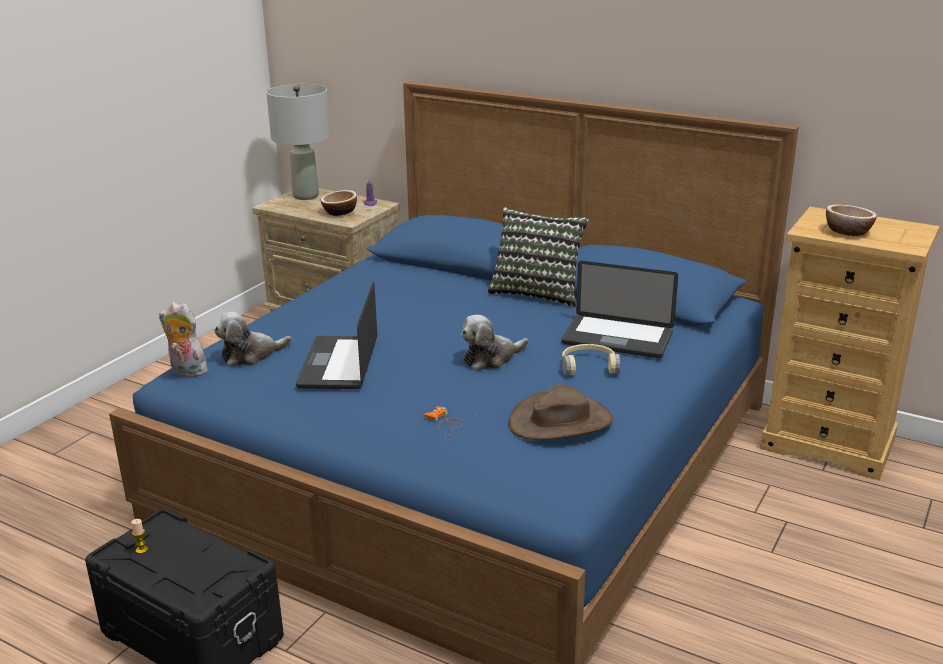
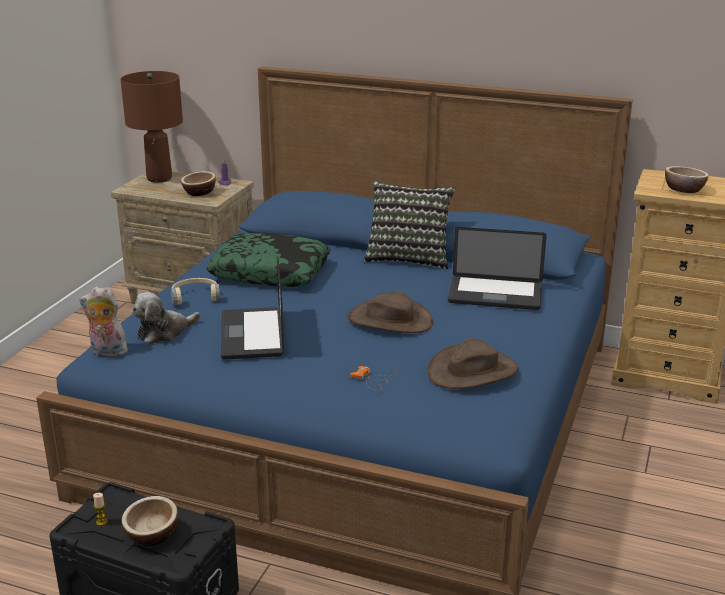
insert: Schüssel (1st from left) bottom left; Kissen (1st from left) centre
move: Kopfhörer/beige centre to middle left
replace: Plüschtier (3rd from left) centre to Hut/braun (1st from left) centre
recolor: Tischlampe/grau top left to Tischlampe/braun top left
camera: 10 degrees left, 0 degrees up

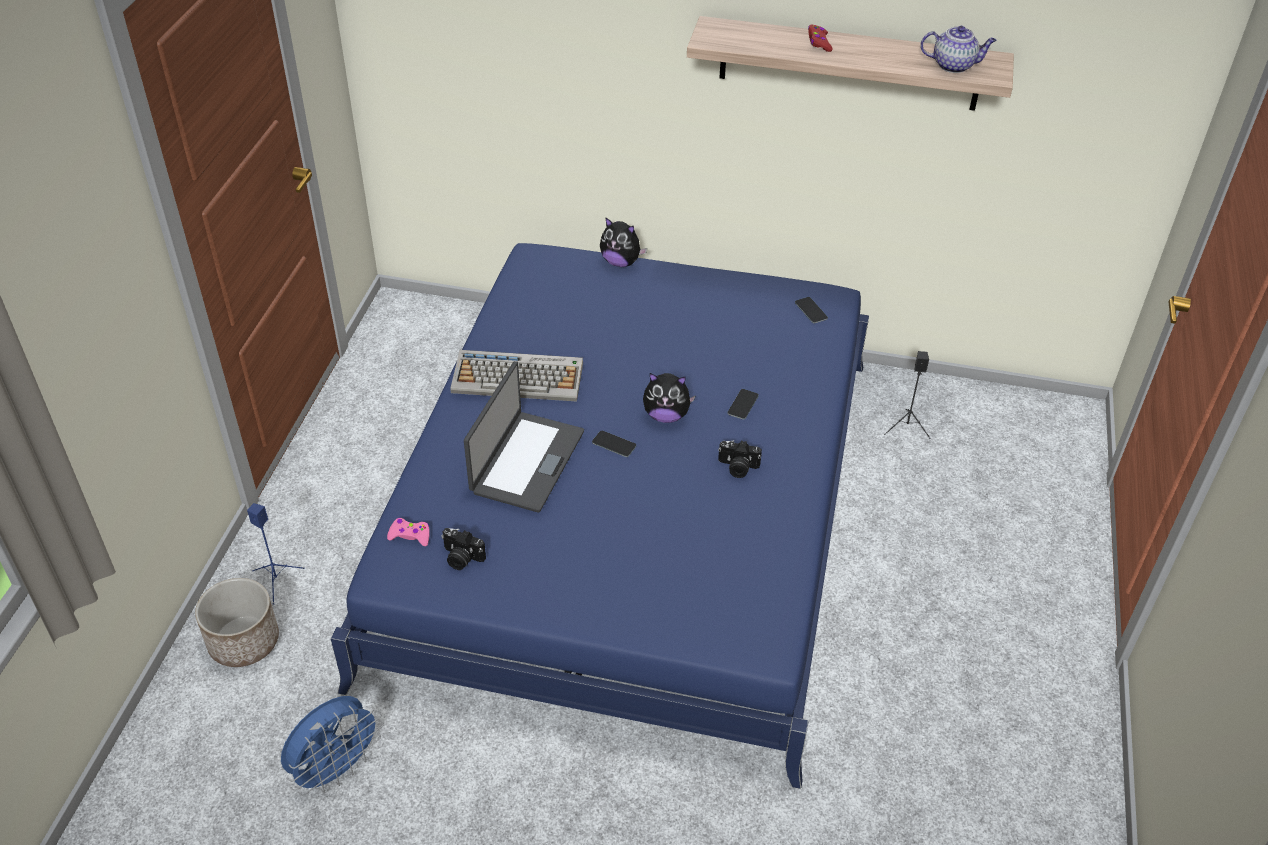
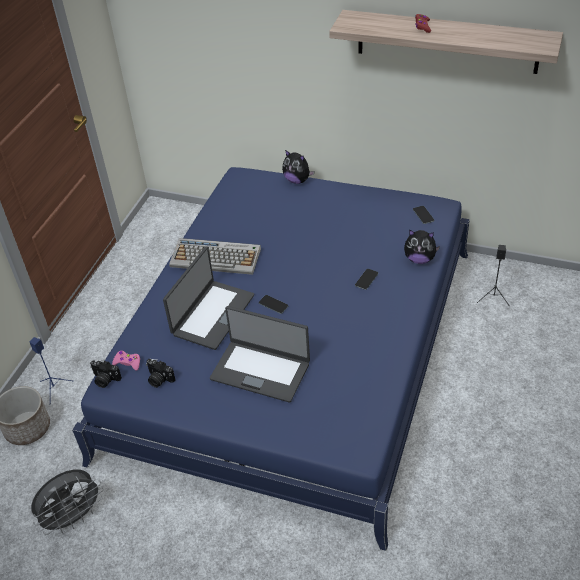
delete: Teekanne top right
insert: Laptop (2nd from left) centre
move: Kamera (2nd from left in the first image) centre to Kamera (1st from left) middle left; Plüschtier (2nd from left) centre to middle right
recolor: Ventilator/blau bottom left to Ventilator/grau bottom left
camera: 10 degrees right, 0 degrees up

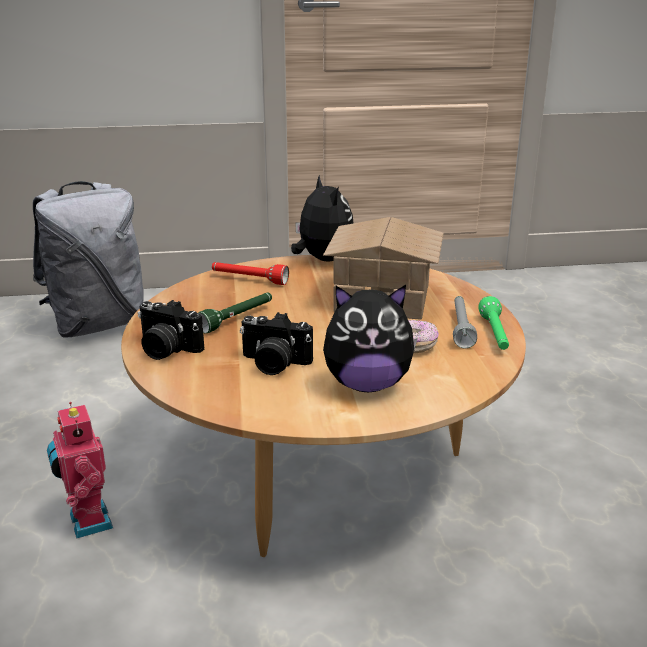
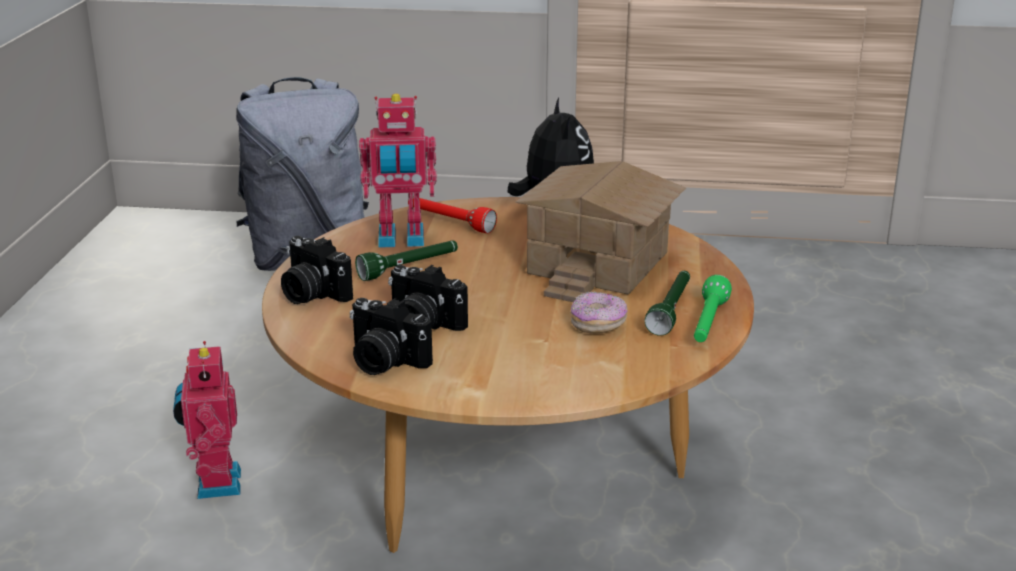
delete: Plüschtier (2nd from left) centre
insert: Kamera (2nd from left) centre; Spielzeugroboter (2nd from left) top centre
recolor: Taschenlampe/grau middle right to Taschenlampe/grün (2nd from left) centre
camera: 15 degrees right, 0 degrees up

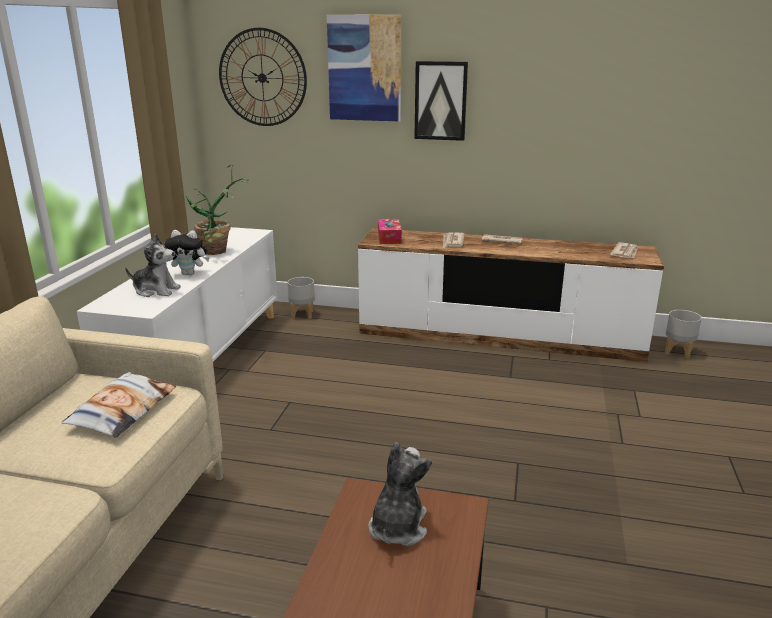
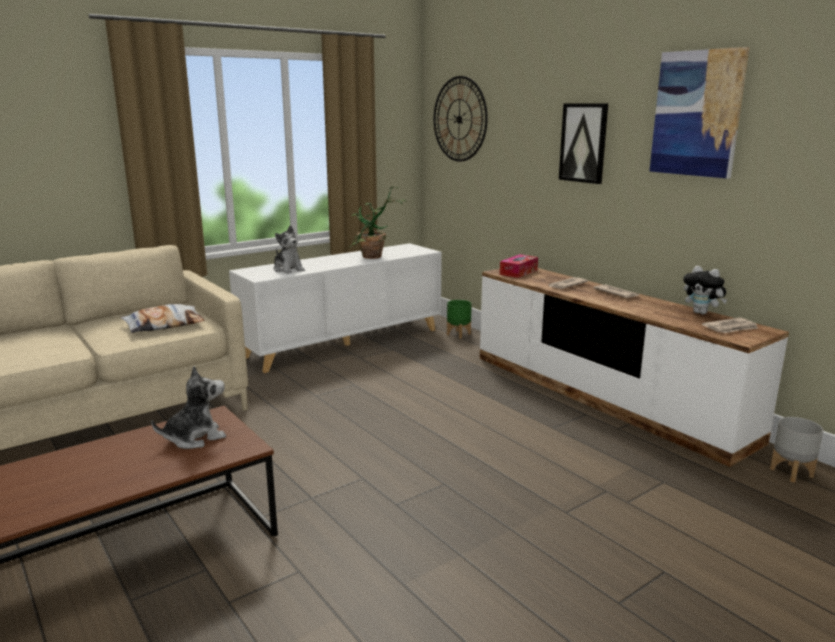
move: Bild (1st from left in the first image) top centre to Bild (2nd from left) top right; Plüschtier (2nd from left in the first image) middle left to Plüschtier (3rd from left) middle right
recolor: Pflanzkübel/grau (1st from left) centre to Pflanzkübel/grün centre
camera: 40 degrees right, 5 degrees down

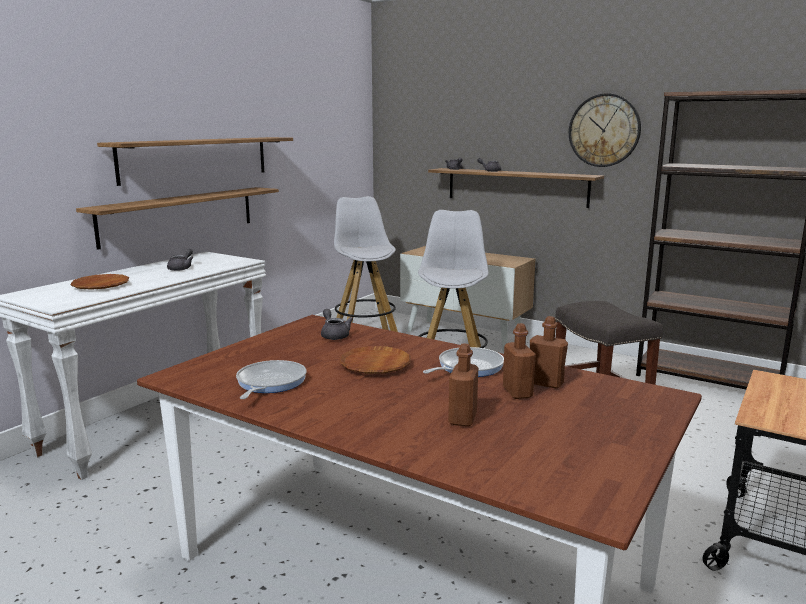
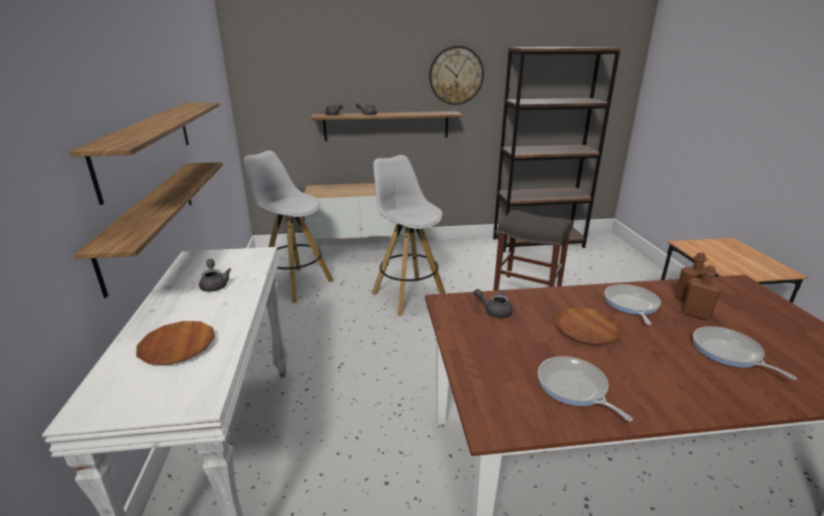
replace: Flasche/braun (1st from left) centre to Pfanne (3rd from left) bottom right
camera: 40 degrees left, 10 degrees up

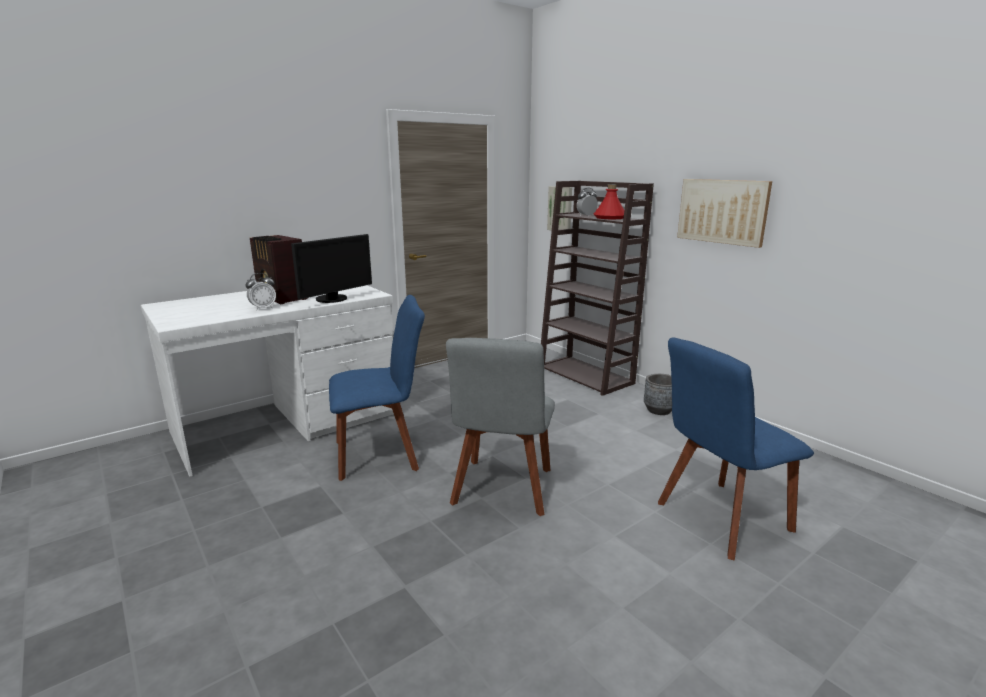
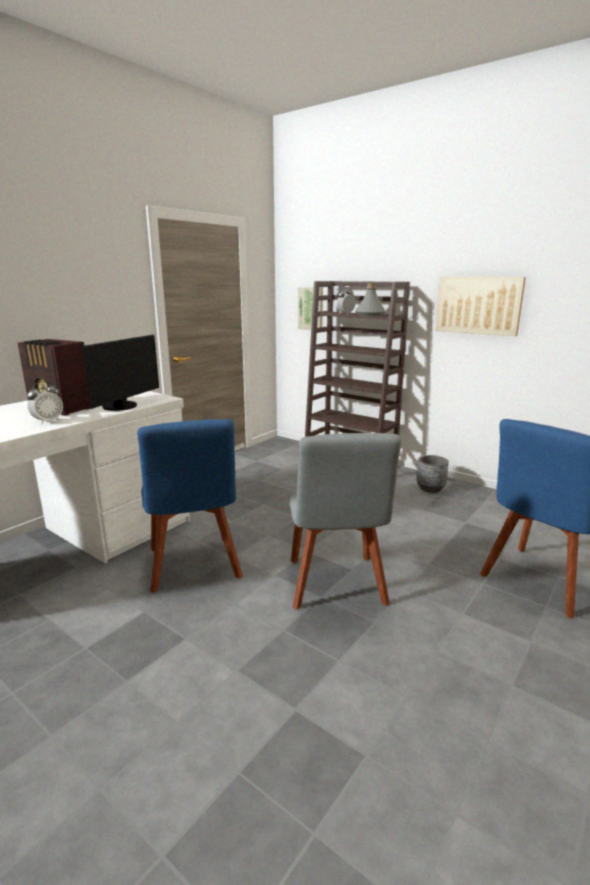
recolor: Flasche/rot top centre to Flasche/grau centre
rotate: Stuhl/blau (1st from left) centre = middle left 105 degrees clockwise
camera: 15 degrees left, 0 degrees up

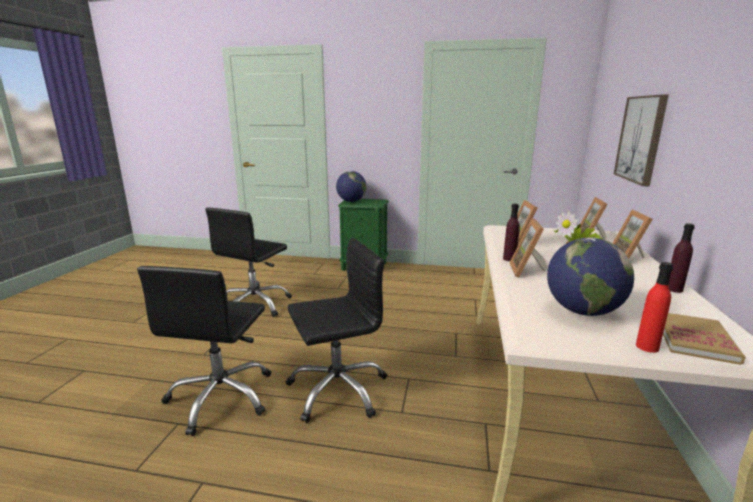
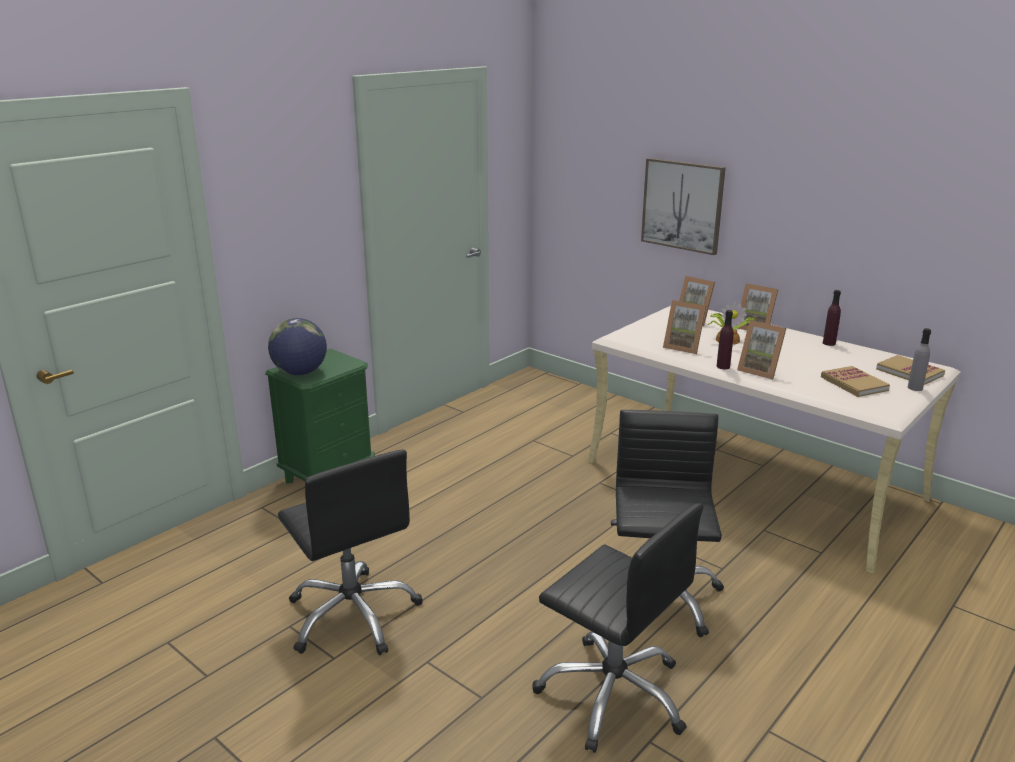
replace: Globus (2nd from left) middle right to Buch (1st from left) middle right
recolor: Flasche/rot middle right to Flasche/grau middle right
camera: 60 degrees left, 5 degrees up

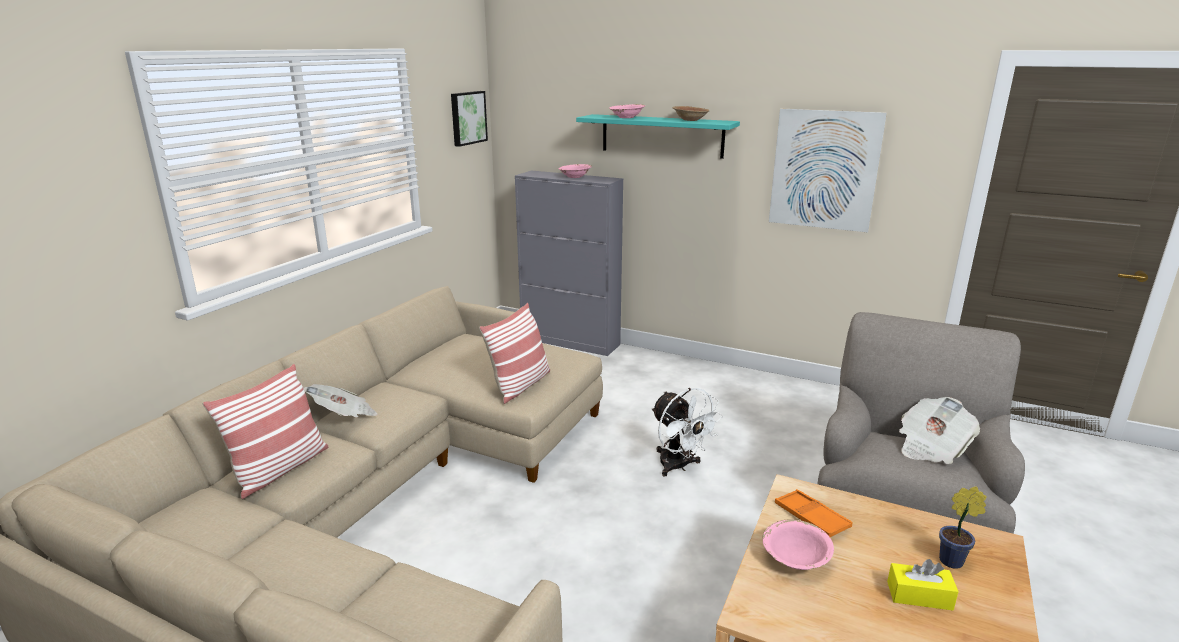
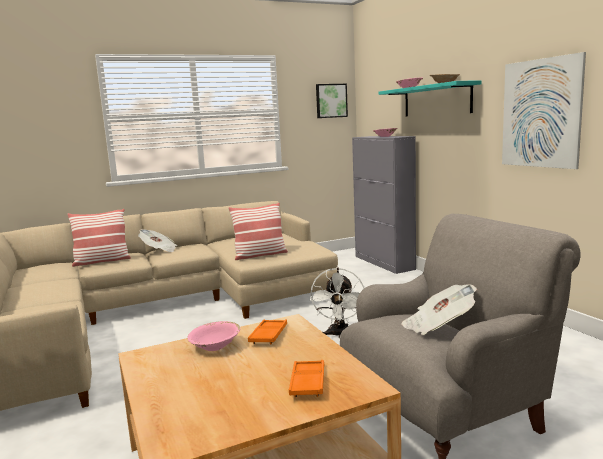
delete: Taschentuchbox/gelb bottom right
replace: Topfpflanze bottom right to Tablett/orange (2nd from left) bottom centre
camera: 40 degrees right, 10 degrees down

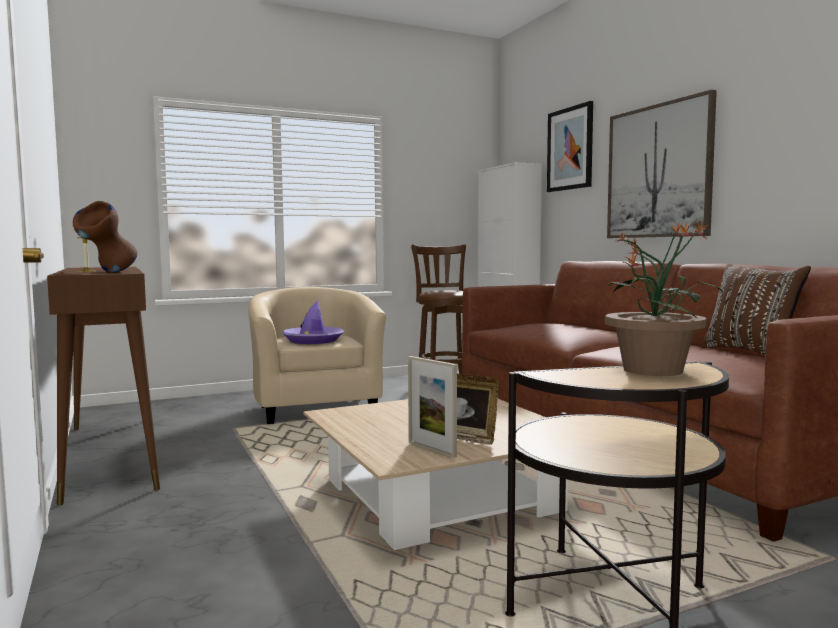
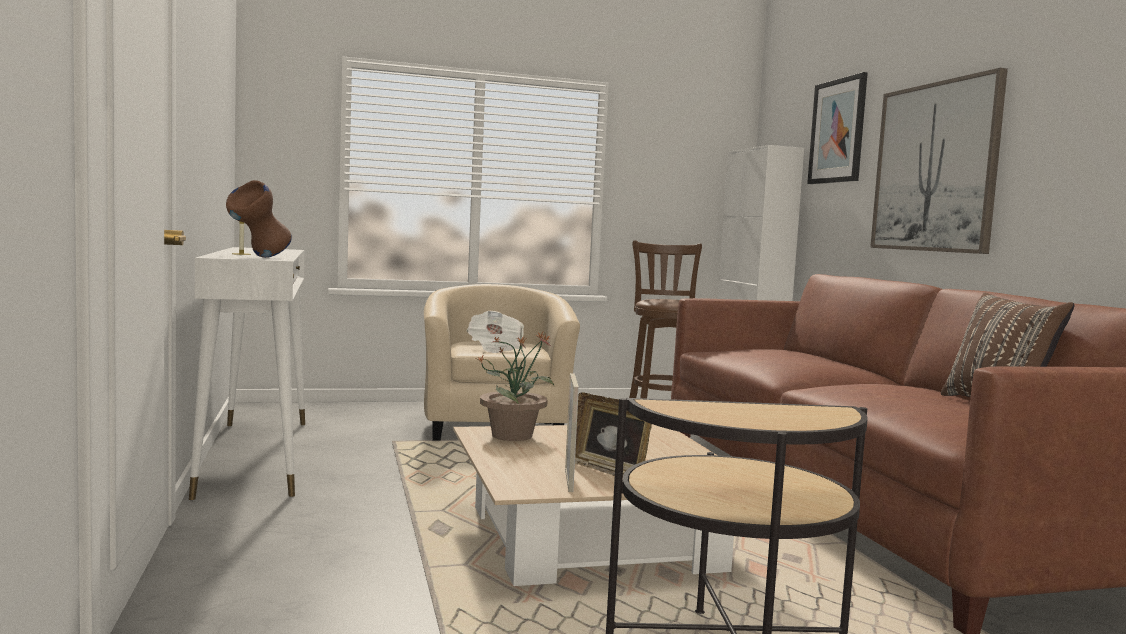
move: Topfpflanze middle right to centre
replace: Hut/lila centre to Zeitung centre
recolor: Konsolentisch/braun middle left to Konsolentisch/weiß middle left
rotate: Bilderrahmen (1st from left) centre = bottom centre 150 degrees counterclockwise
camera: 10 degrees right, 0 degrees up

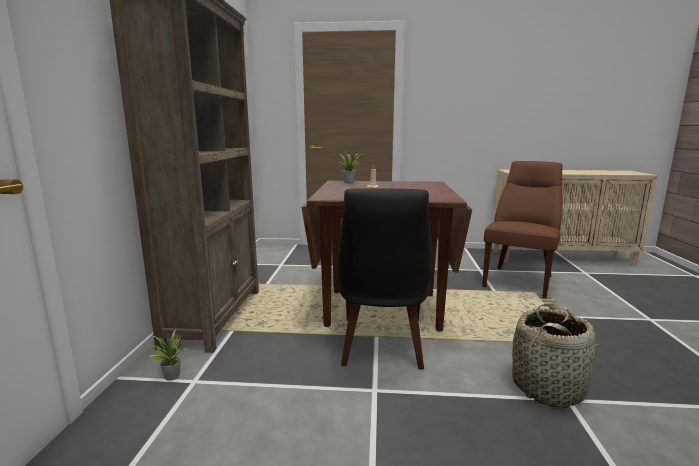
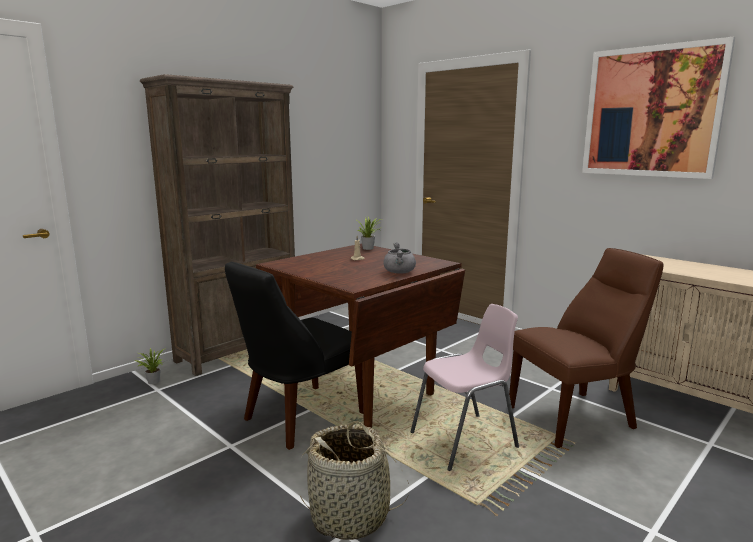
insert: Kochtopf/grau centre; Stuhl/rosa bottom centre; Bild top right
camera: 40 degrees right, 0 degrees up

